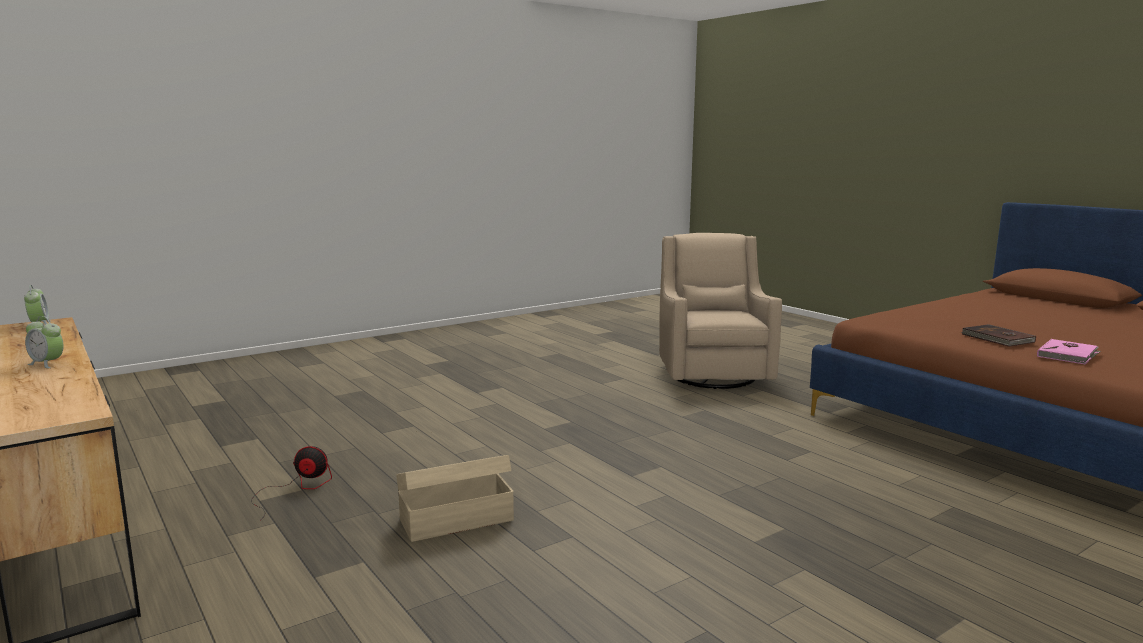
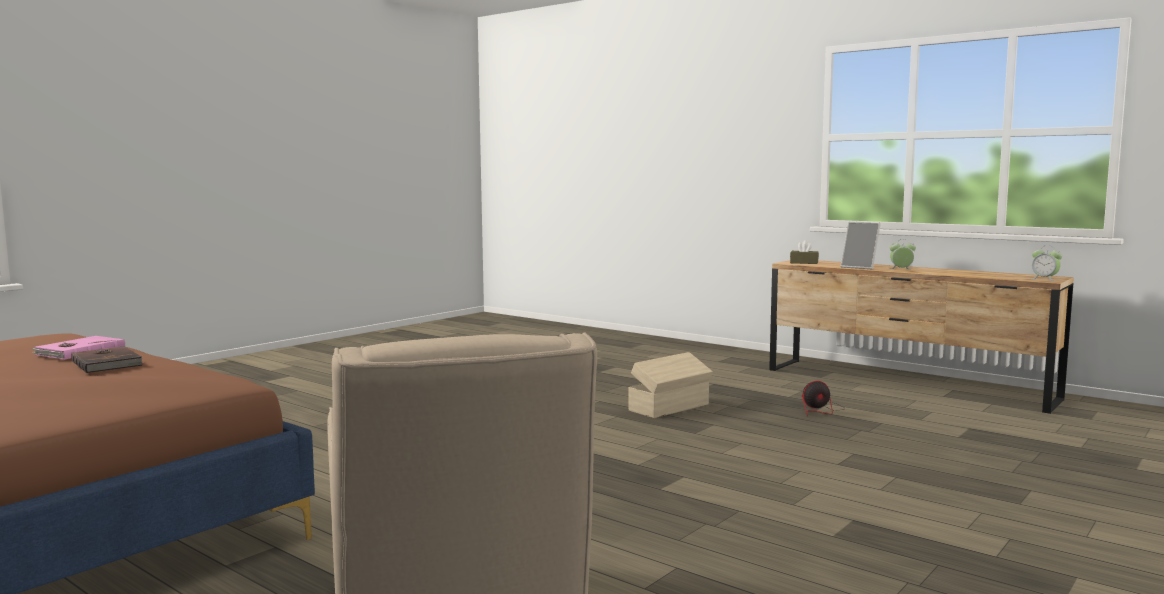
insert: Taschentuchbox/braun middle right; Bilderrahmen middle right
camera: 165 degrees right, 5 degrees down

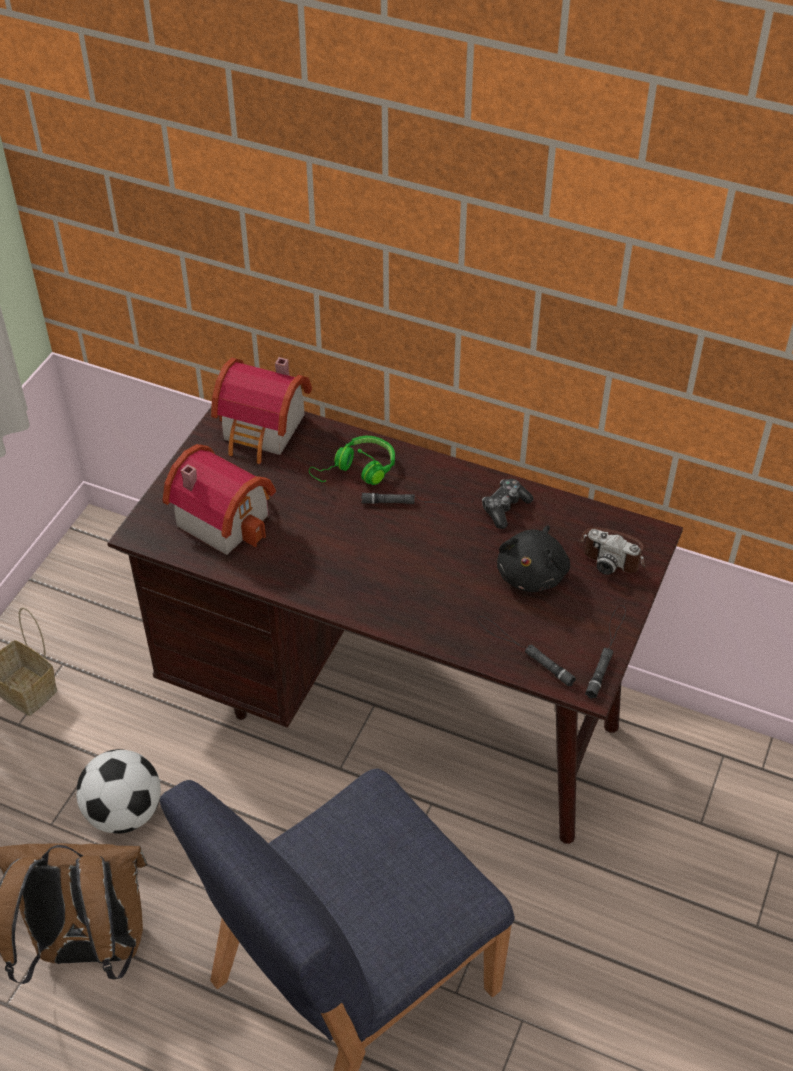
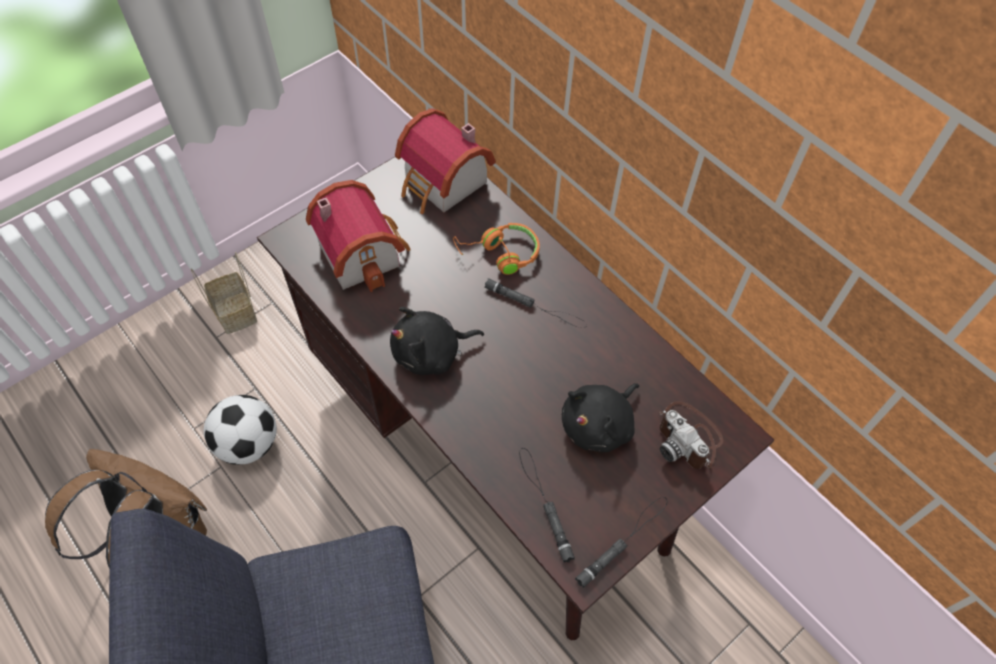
delete: Gamepad centre
insert: Plüschtier/schwarz (1st from left) centre
recolor: Kopfhörer/grün centre to Kopfhörer/orange centre
camera: 25 degrees right, 10 degrees up

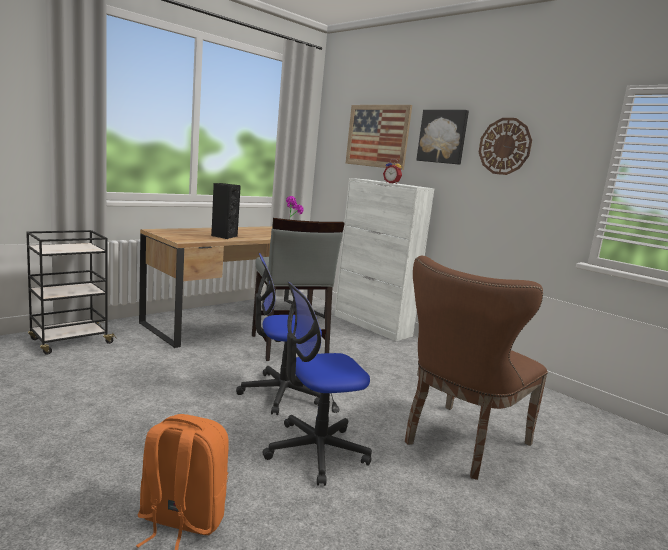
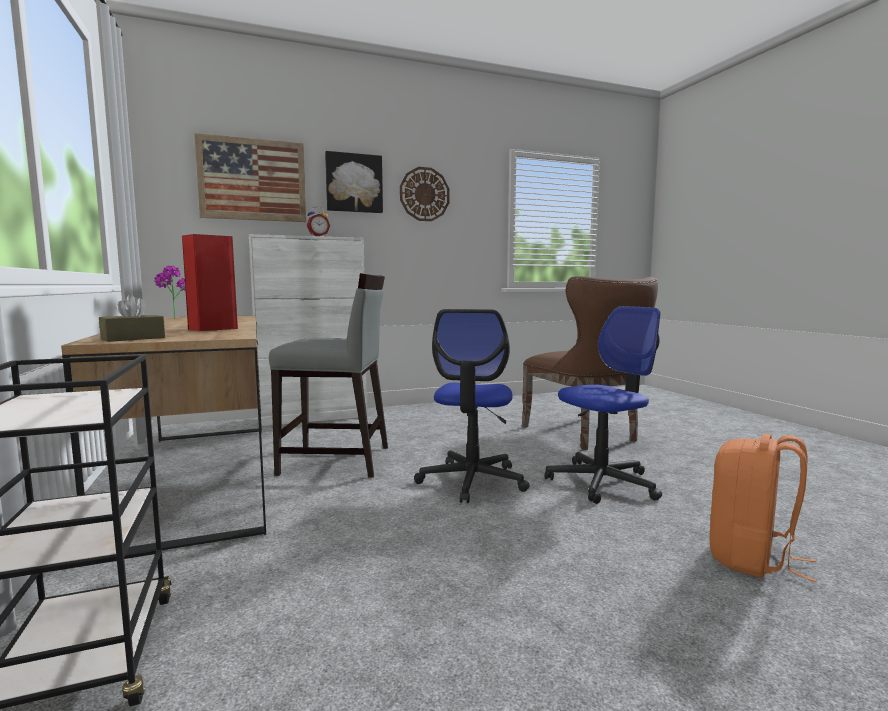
insert: Taschentuchbox/braun middle left
recolor: Lautsprecher/schwarz centre to Lautsprecher/rot middle left
rotate: Bürostuhl (2nd from left) bottom centre = middle right 120 degrees counterclockwise
camera: 65 degrees left, 5 degrees down

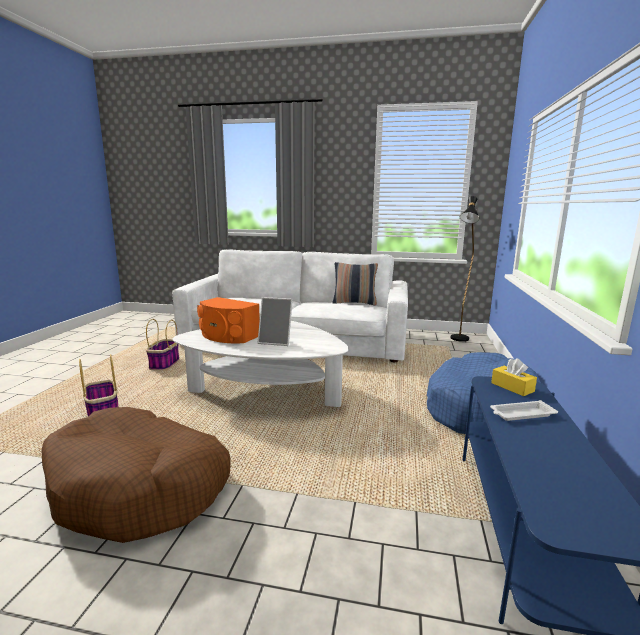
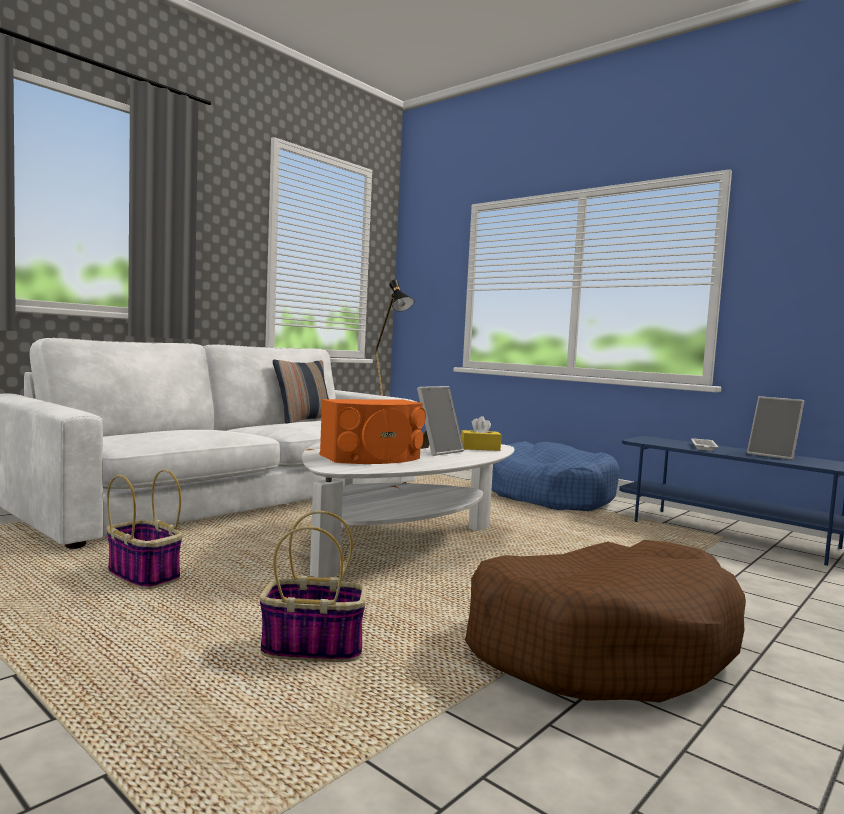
insert: Bilderrahmen (2nd from left) middle right
move: Taschentuchbox/gelb middle right to centre
camera: 60 degrees left, 10 degrees down

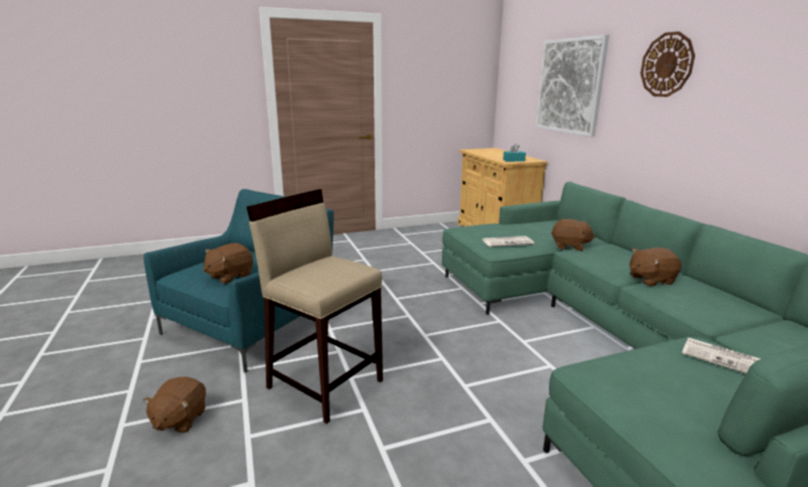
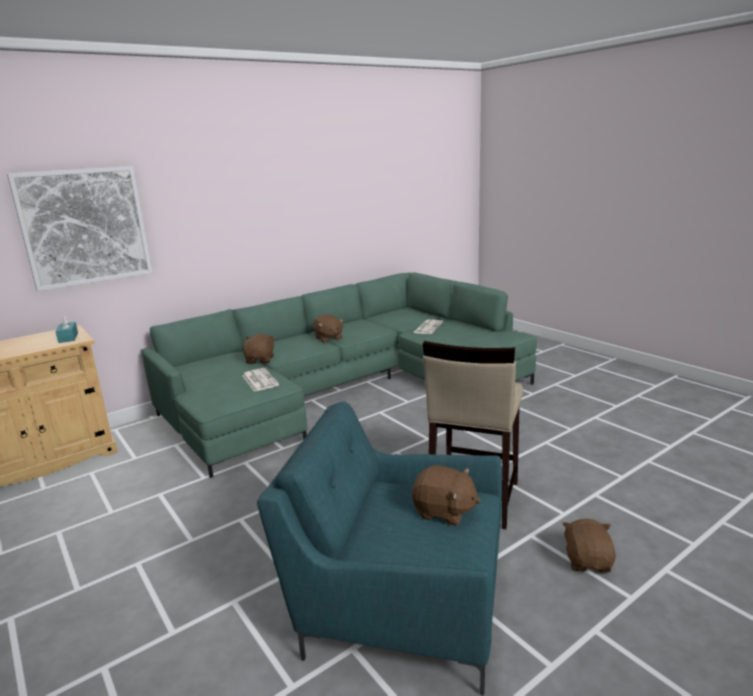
delete: Wanduhr top right
rotate: Plüschtier/braun (1st from left in the first image) bottom left = bottom right 75 degrees counterclockwise
camera: 105 degrees left, 0 degrees up

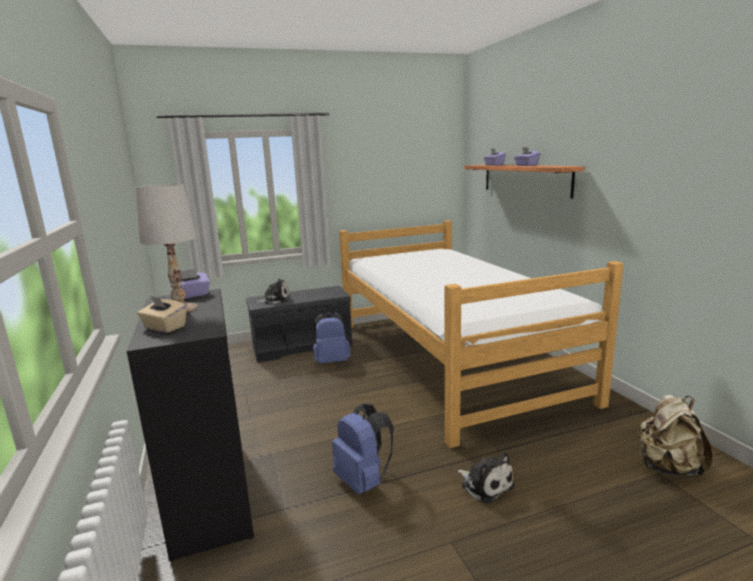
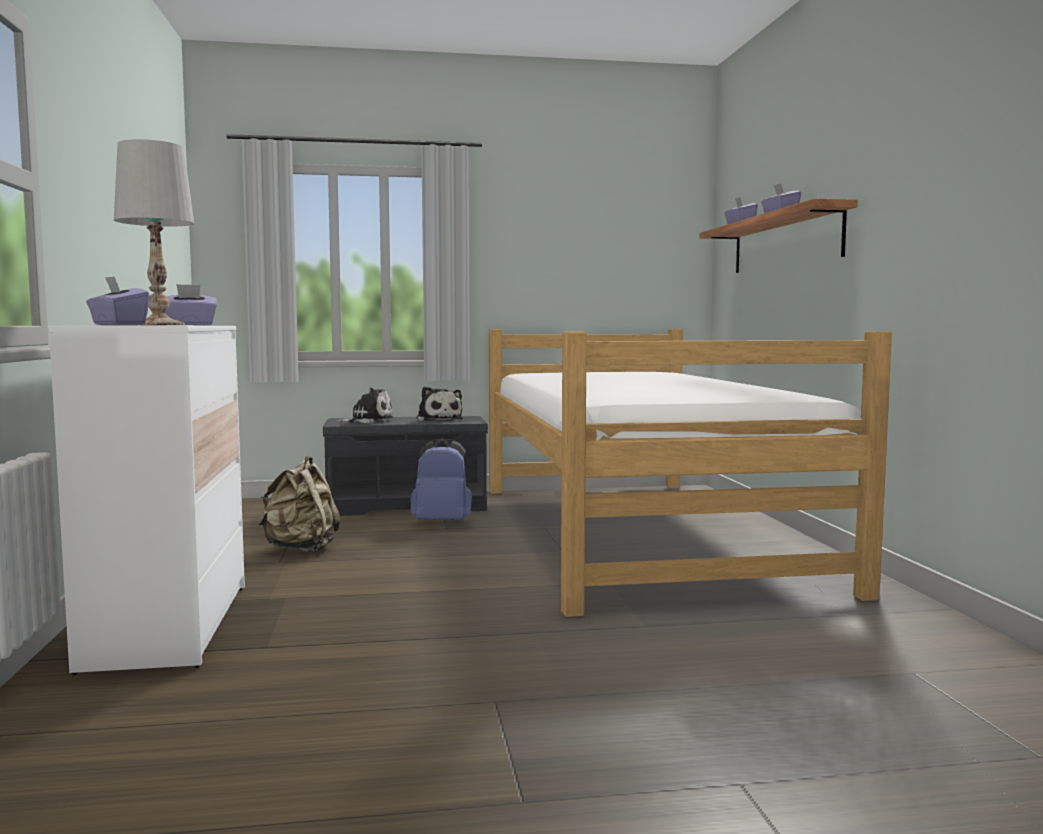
delete: Rucksack/blau (2nd from left) bottom centre
move: Rucksack/beige bottom right to middle left; Plüschtier (2nd from left) bottom centre to centre
recolor: Kommode/schwarz bottom left to Kommode/weiß middle left; Taschentuchbox/beige middle left to Taschentuchbox/lila (1st from left) middle left
camera: 10 degrees right, 10 degrees down

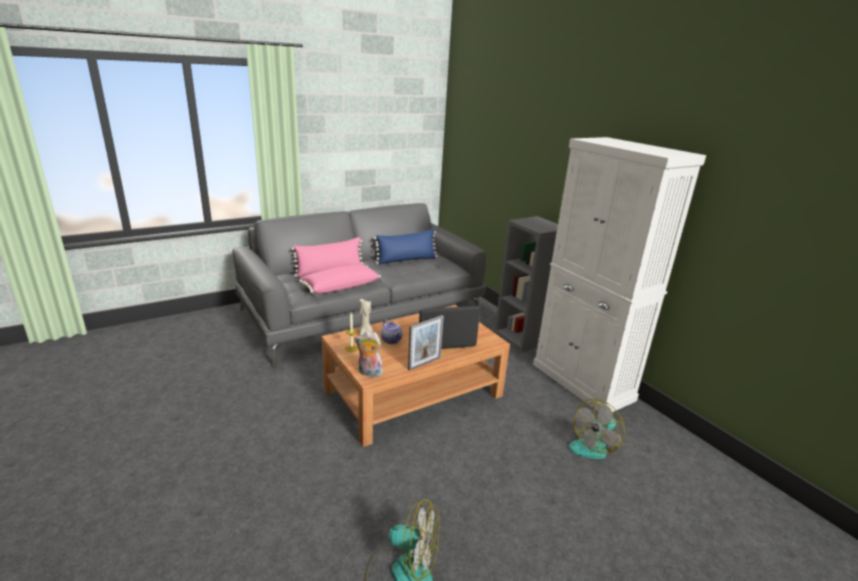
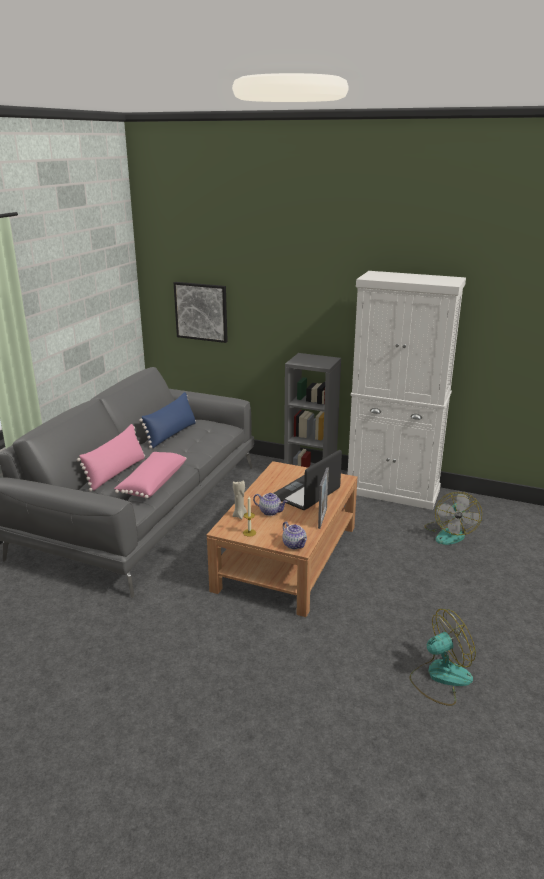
insert: Bild centre
replace: Plüschtier centre to Teekanne (2nd from left) centre
camera: 35 degrees left, 0 degrees up

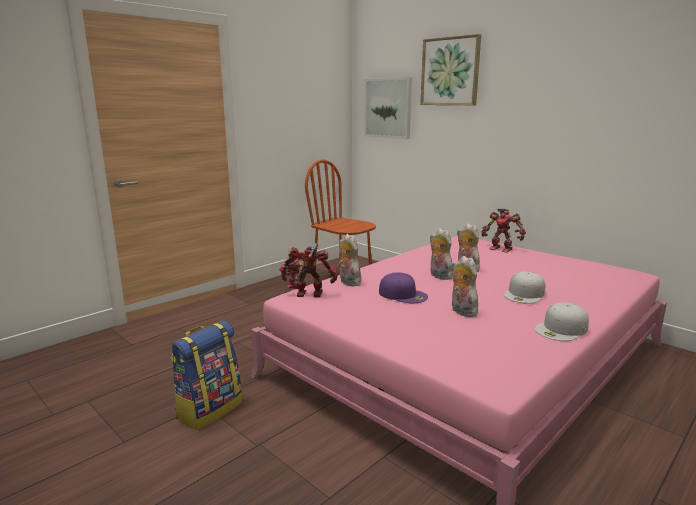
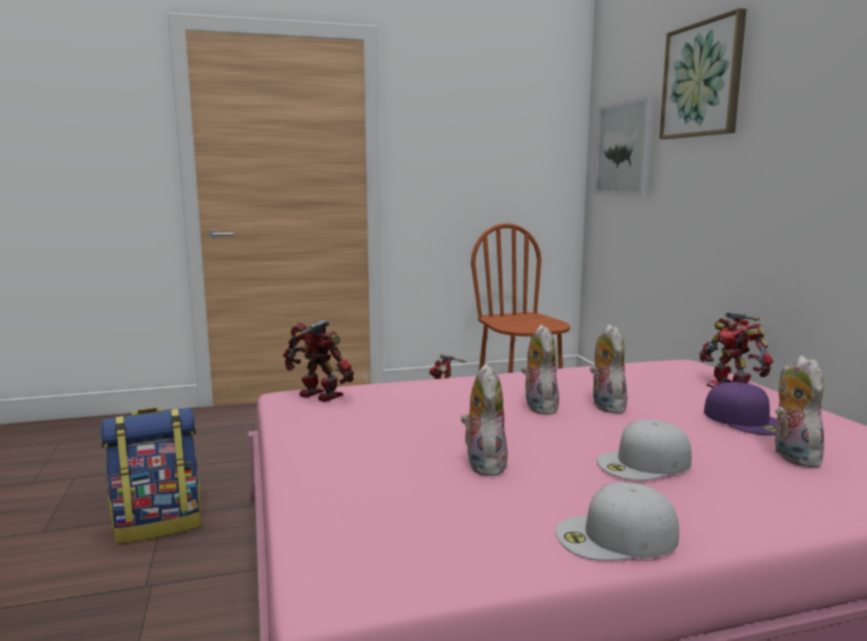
move: Kappe/lila centre to middle right; Plüschtier (1st from left in the first image) centre to Plüschtier (4th from left) middle right
camera: 30 degrees right, 5 degrees down

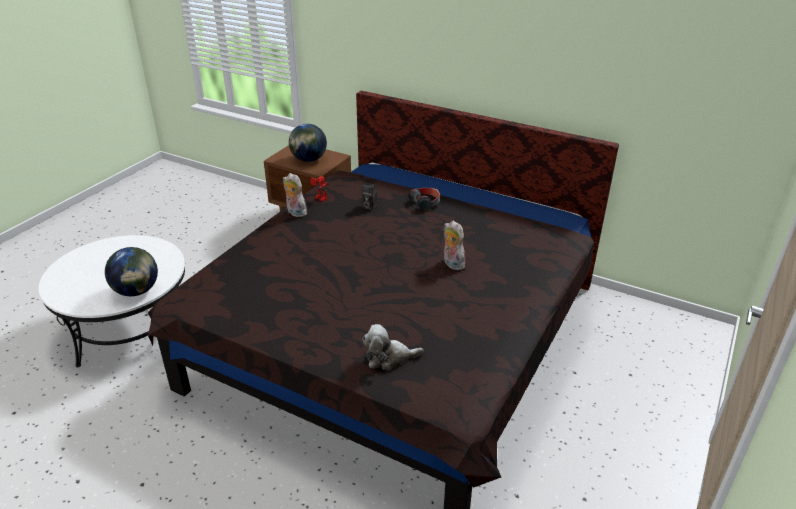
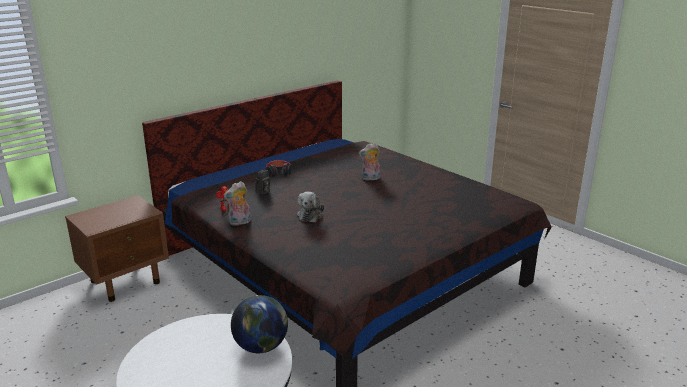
delete: Globus (2nd from left) top centre
move: Plüschtier (2nd from left) bottom centre to centre
camera: 70 degrees left, 10 degrees down

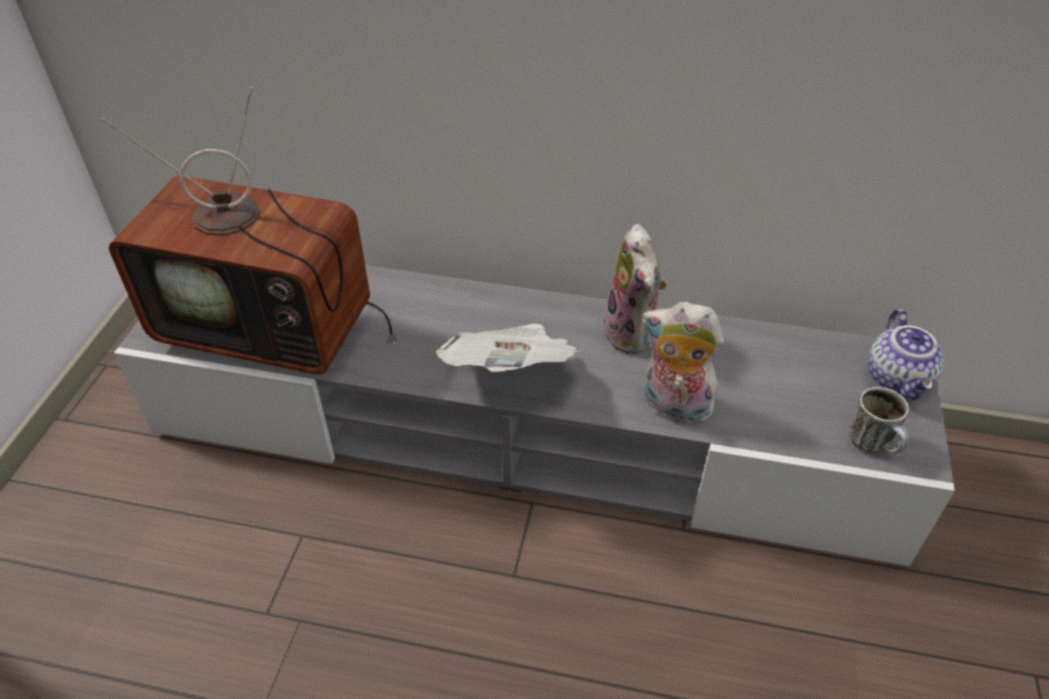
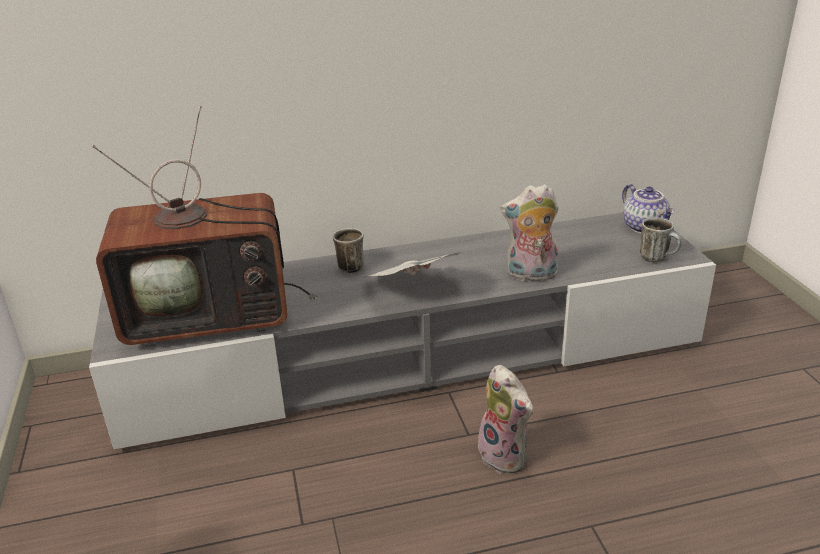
insert: Henkelbecher (1st from left) centre
move: Plüschtier (1st from left) centre to bottom centre
camera: 25 degrees left, 15 degrees down

